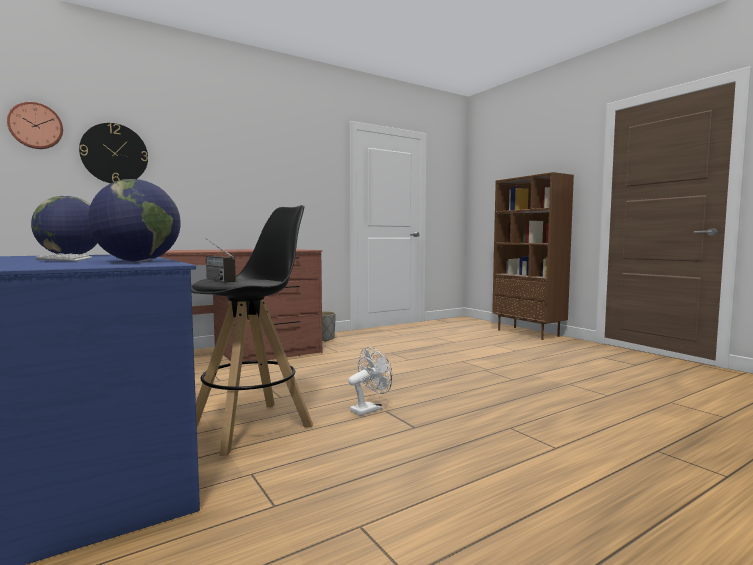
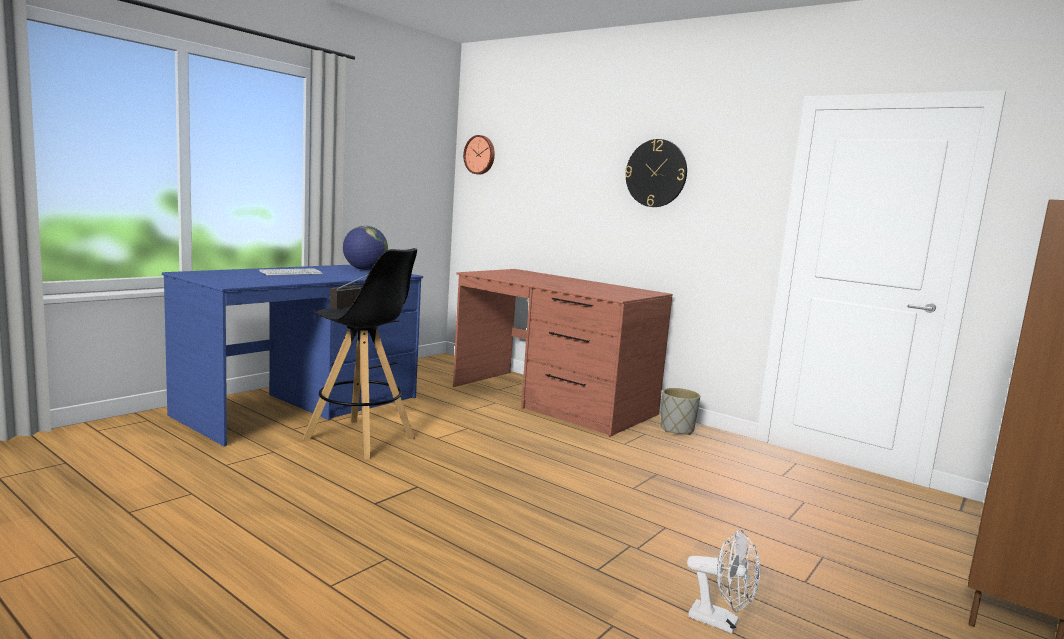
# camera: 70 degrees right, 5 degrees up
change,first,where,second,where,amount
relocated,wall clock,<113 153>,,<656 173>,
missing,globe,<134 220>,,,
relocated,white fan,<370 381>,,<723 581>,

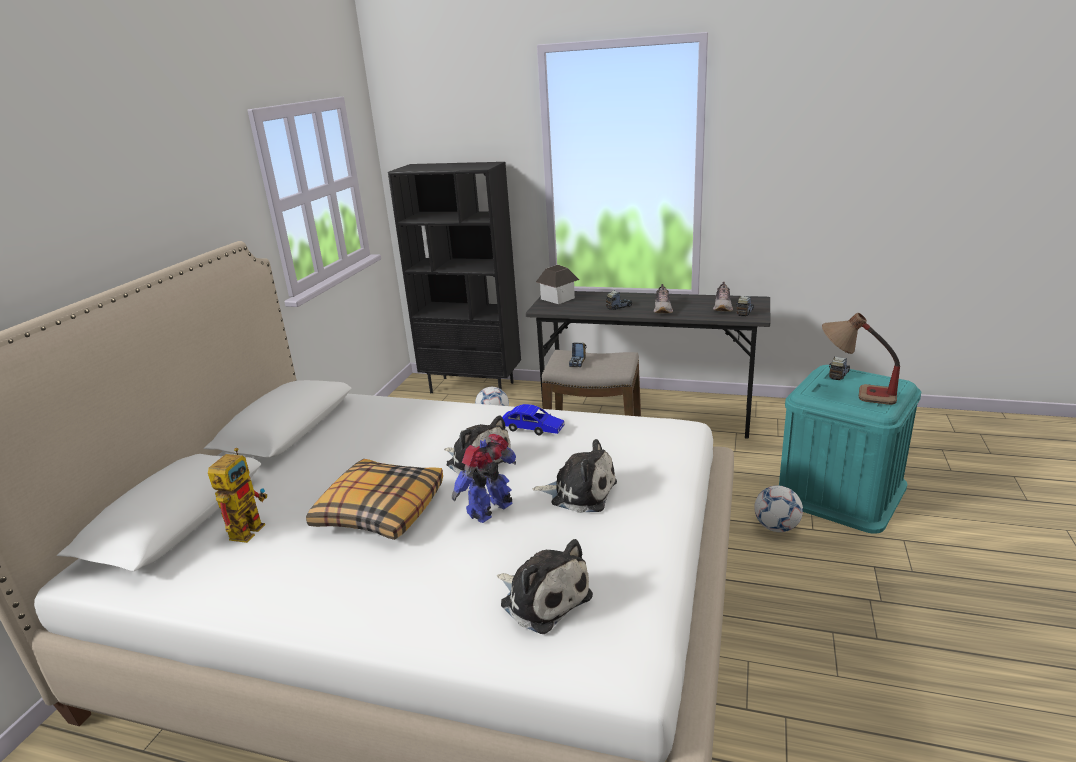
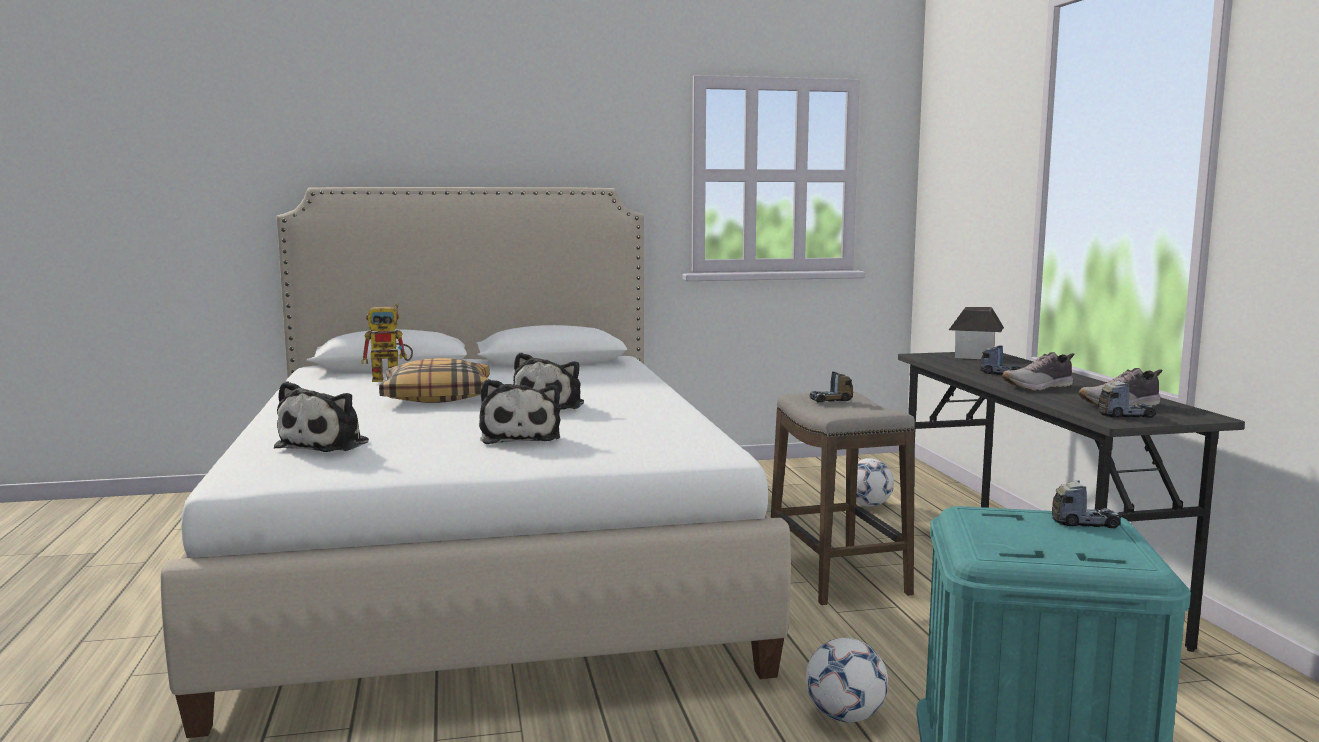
# camera: 60 degrees right, 15 degrees down
change,first,where,second,where,amount
missing,black bookcase,<454 277>,,,
missing,toy robot,<484 478>,,,
missing,blue toy car,<533 419>,,,
missing,table lamp,<861 359>,,,

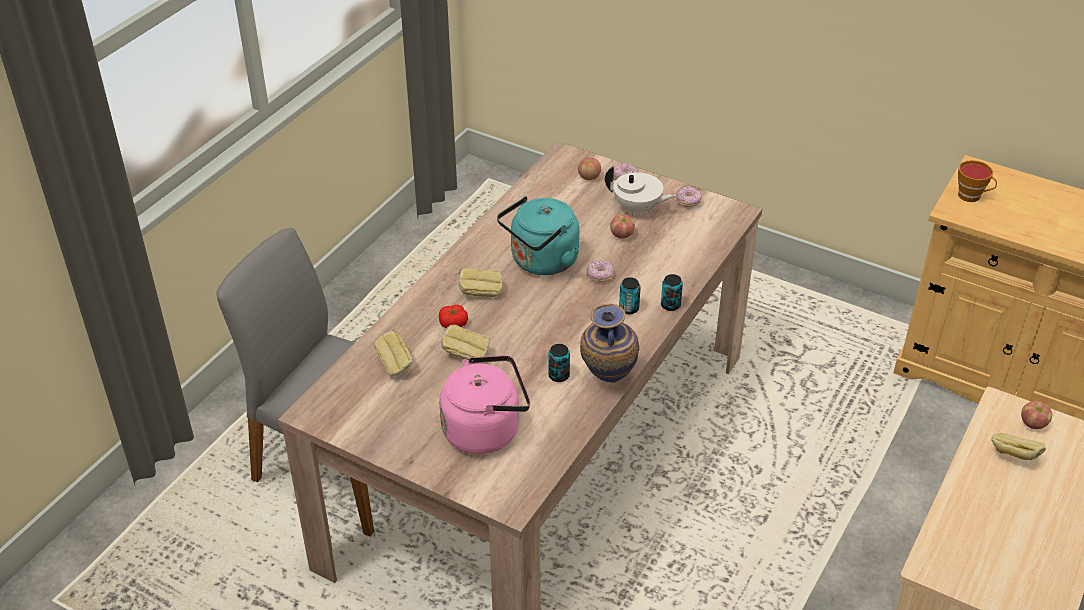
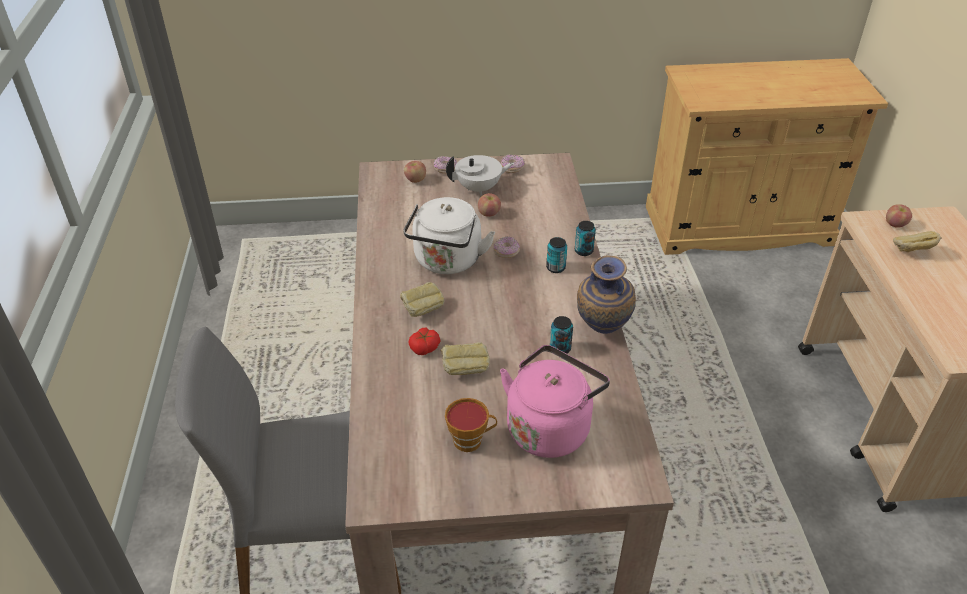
# camera: 35 degrees left, 0 degrees up
change,first,where,second,where,amount
missing,bread,<393 353>,,,
colour,turquoise kettle,<538 235>,white kettle,<449 235>,
relocated,cup,<977 181>,,<471 425>,

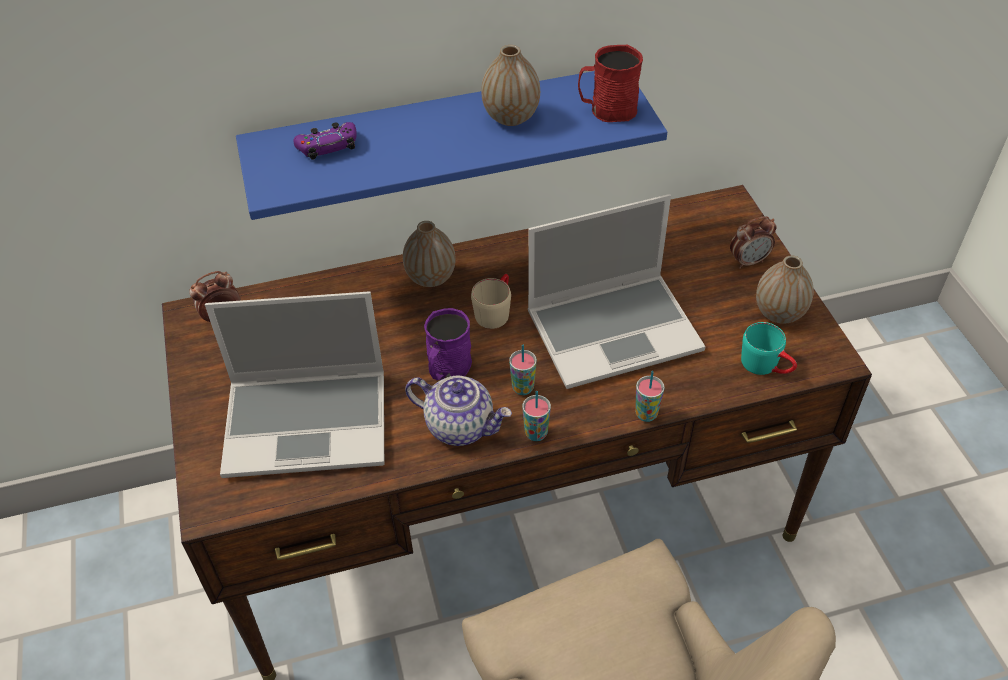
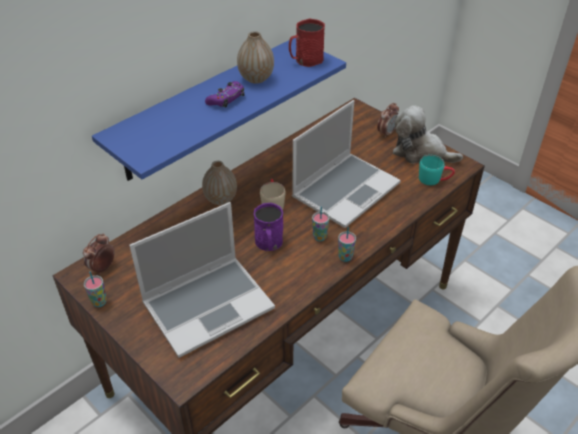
# camera: 30 degrees left, 5 degrees down
change,first,where,second,where,amount
relocated,purple game controller,<325 141>,,<225 94>,
missing,teapot,<458 411>,,,
relocated,cup,<650 396>,,<95 289>,
exchanged,vase,<785 289>,plush toy,<428 134>,

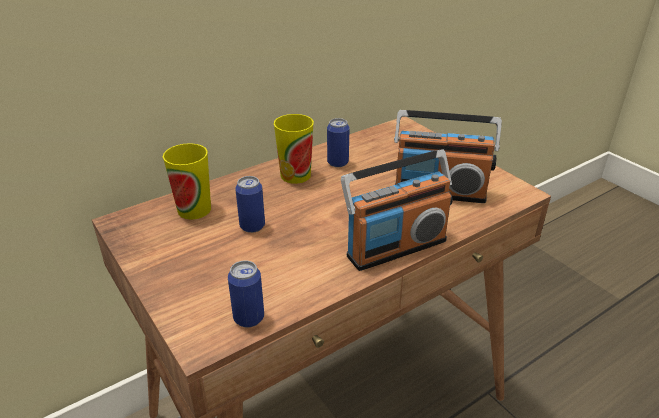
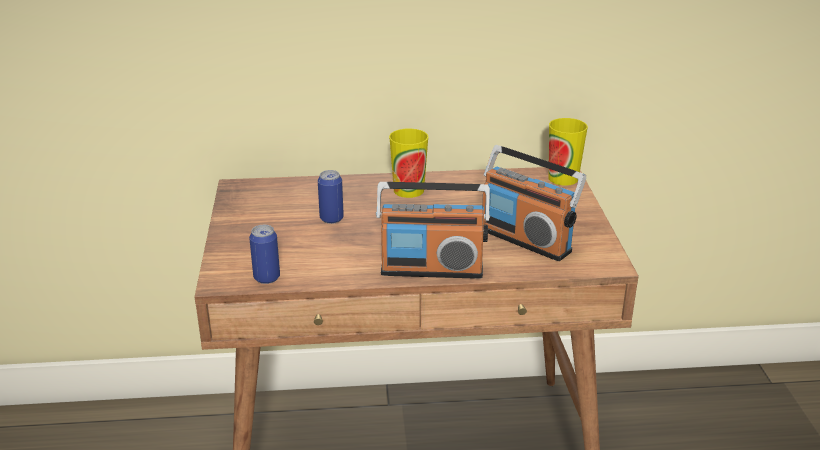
# camera: 30 degrees right, 5 degrees down
change,first,where,second,where,amount
relocated,cup,<187 181>,,<568 152>,
missing,can,<338 142>,,,

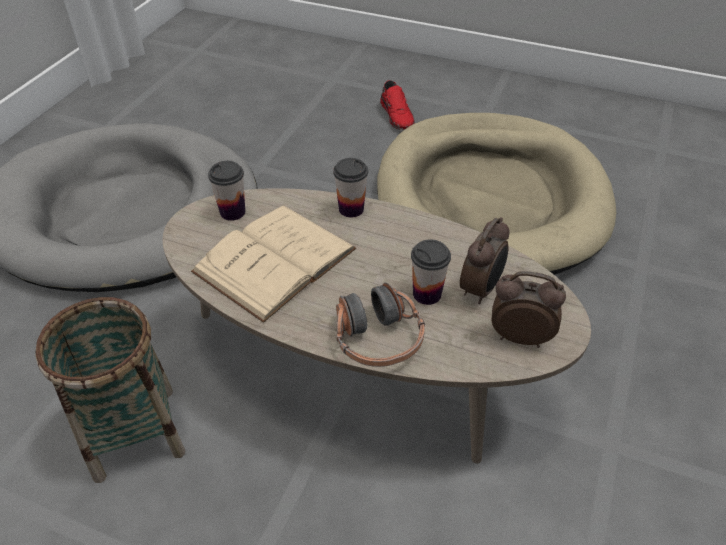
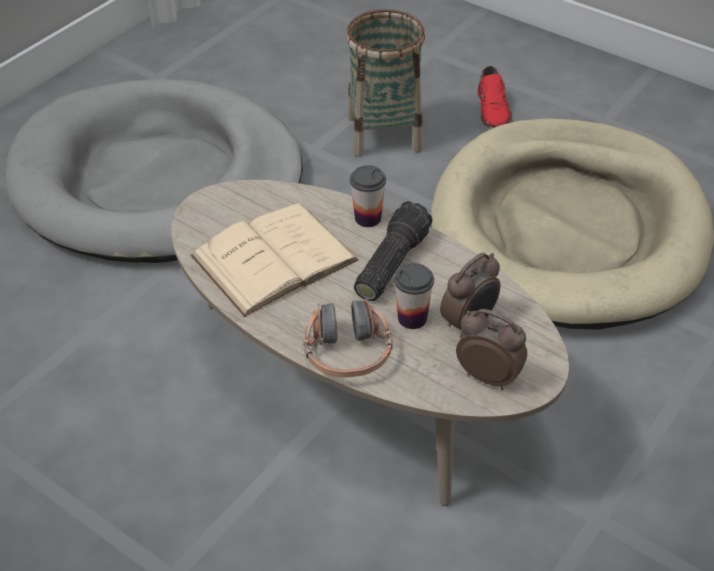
# camera: 15 degrees right, 0 degrees up
change,first,where,second,where,amount
relocated,basket,<110 390>,,<385 83>,
missing,cup,<226 191>,,,
appeared,,,flashlight,<393 251>,

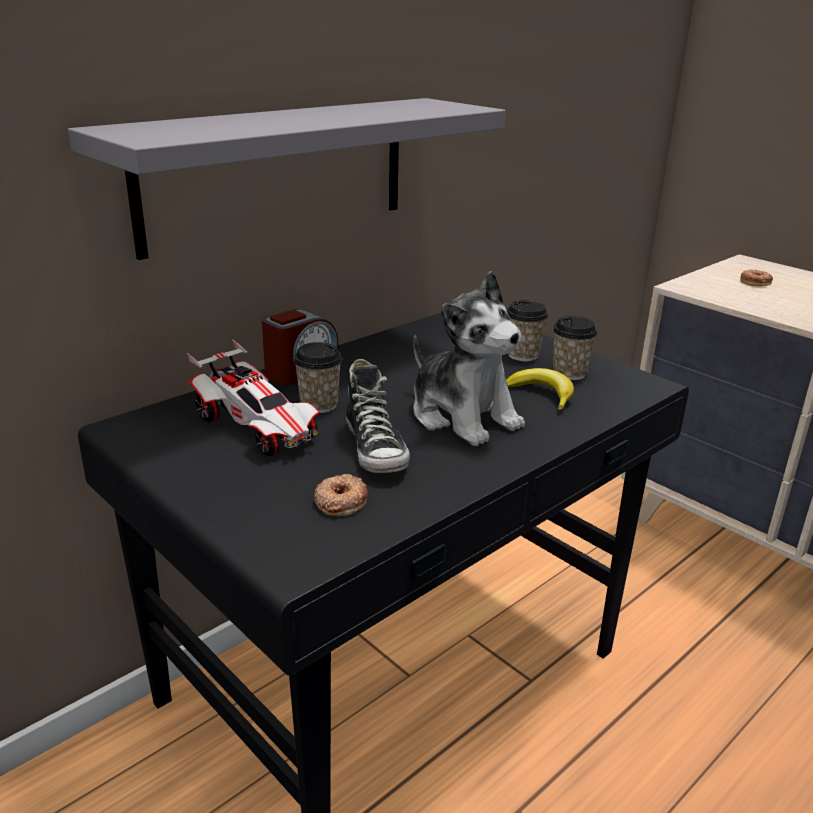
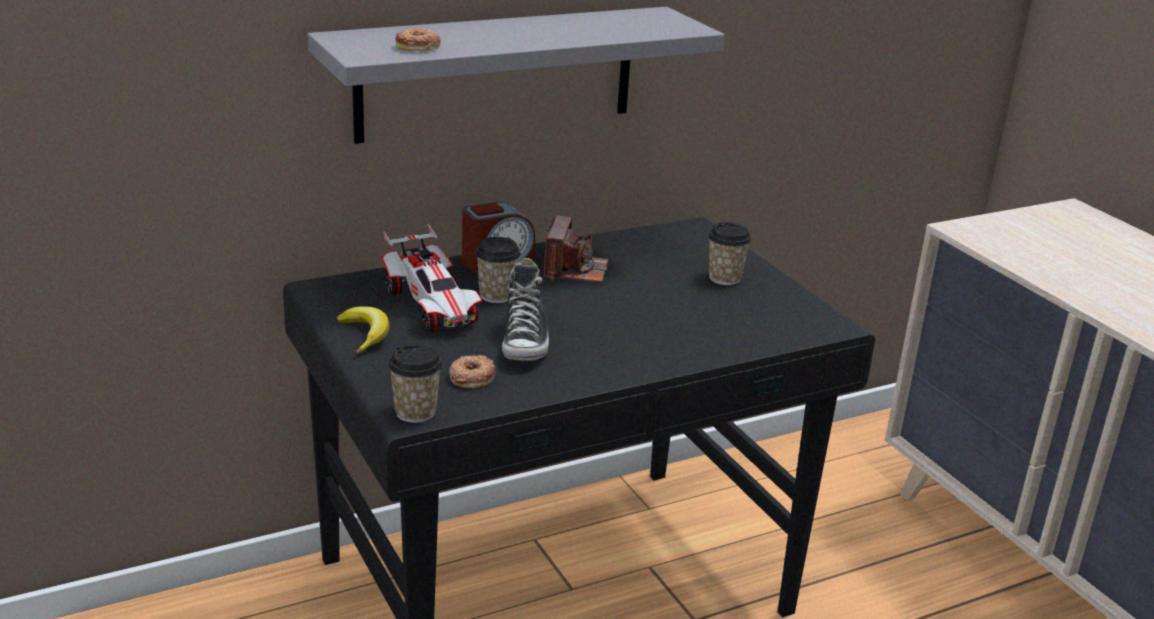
# camera: 15 degrees right, 0 degrees up
change,first,where,second,where,amount
missing,plush toy,<469 358>,,,
relocated,banana,<540 389>,,<363 329>,
relocated,cup,<575 348>,,<415 383>,
relocated,donut,<756 277>,,<418 39>,
appeared,,,photo camera,<576 248>,

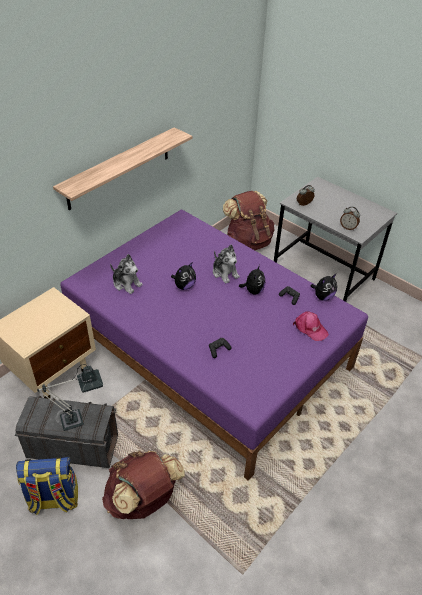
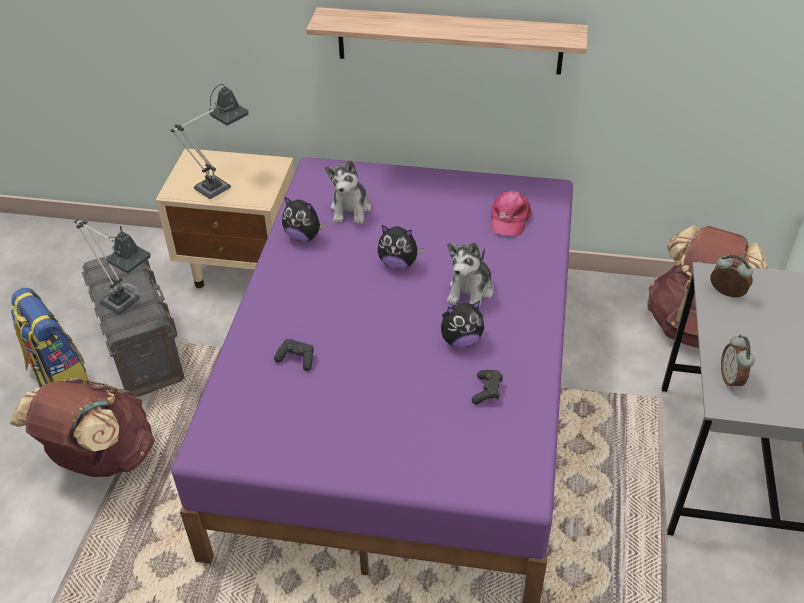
# camera: 60 degrees right, 0 degrees up
change,first,where,second,where,amount
relocated,pink cap,<311 326>,,<511 213>,
relocated,plush toy,<324 287>,,<304 219>,
appeared,,,table lamp,<210 141>,

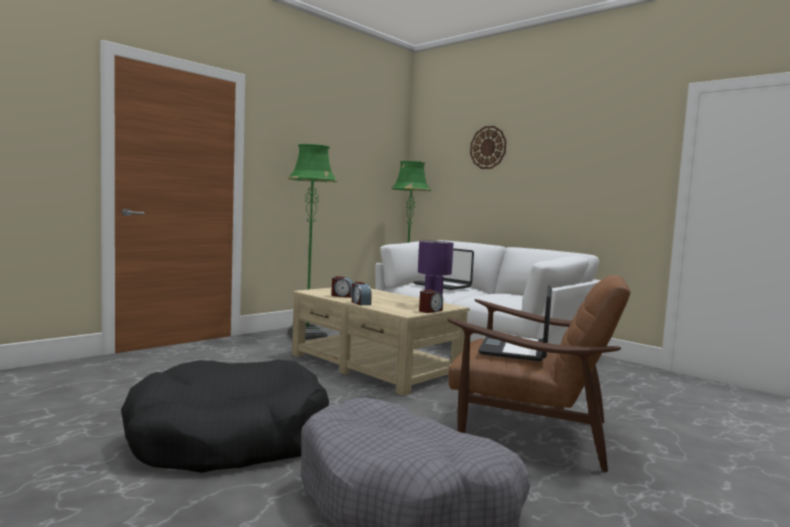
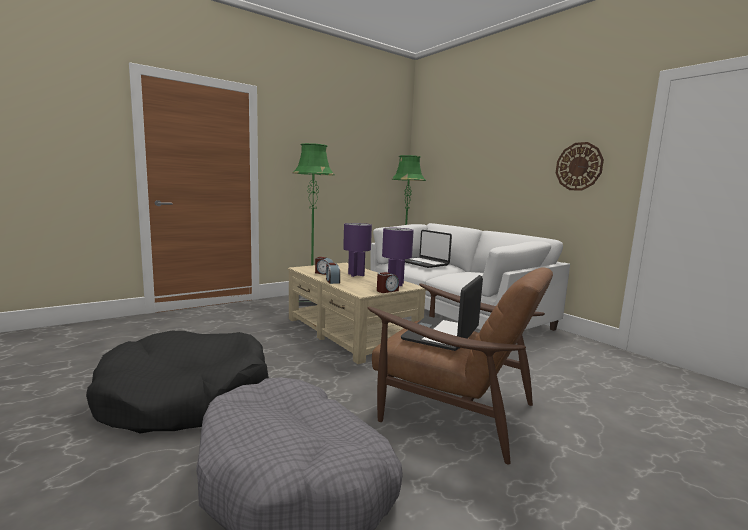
# camera: 10 degrees right, 5 degrees up
change,first,where,second,where,amount
relocated,wall clock,<488 147>,,<580 166>,
appeared,,,purple table lamp,<357 250>,

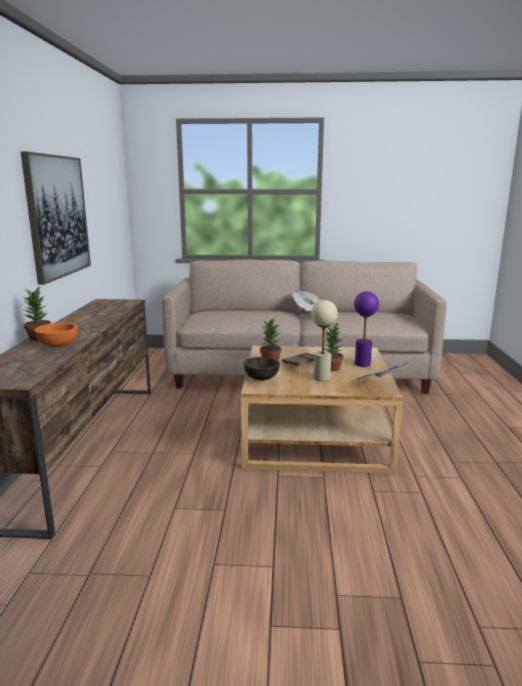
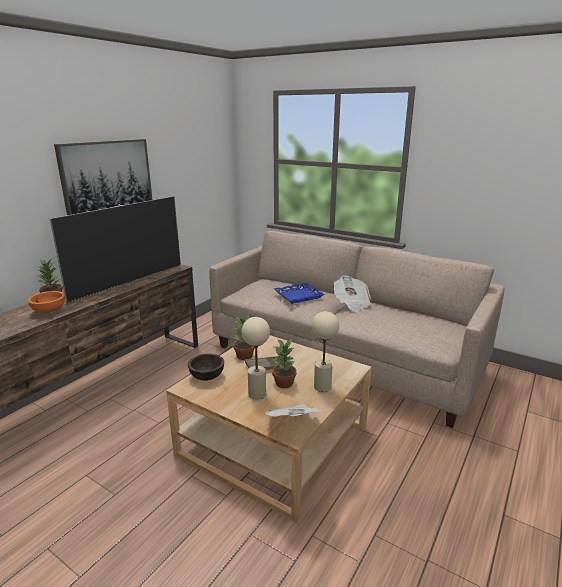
# camera: 30 degrees right, 5 degrees up
change,first,where,second,where,amount
colour,purple table lamp,<366 329>,beige table lamp,<325 351>,
appeared,,,television,<115 249>,
appeared,,,blue tray,<299 293>,

